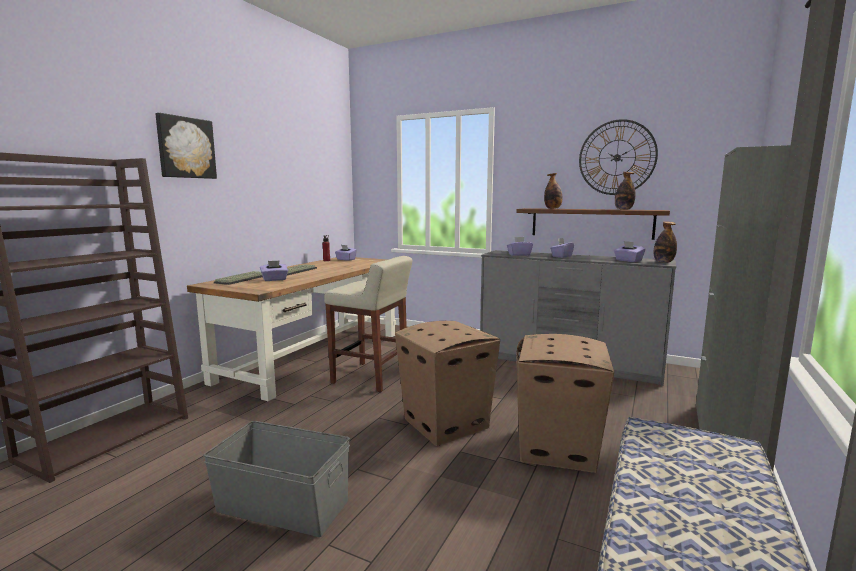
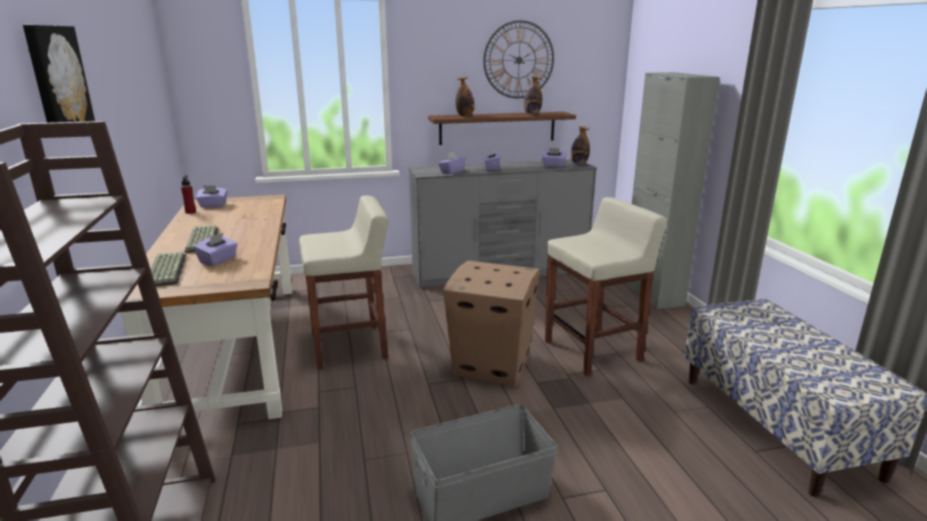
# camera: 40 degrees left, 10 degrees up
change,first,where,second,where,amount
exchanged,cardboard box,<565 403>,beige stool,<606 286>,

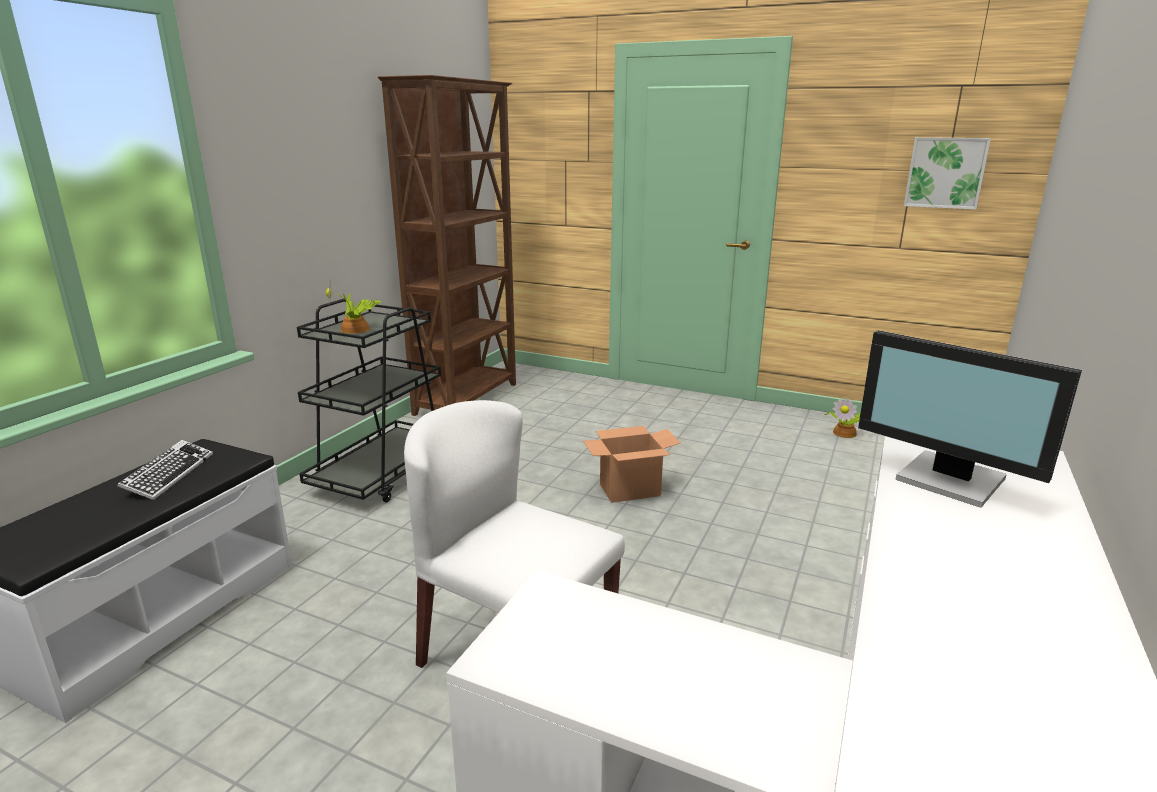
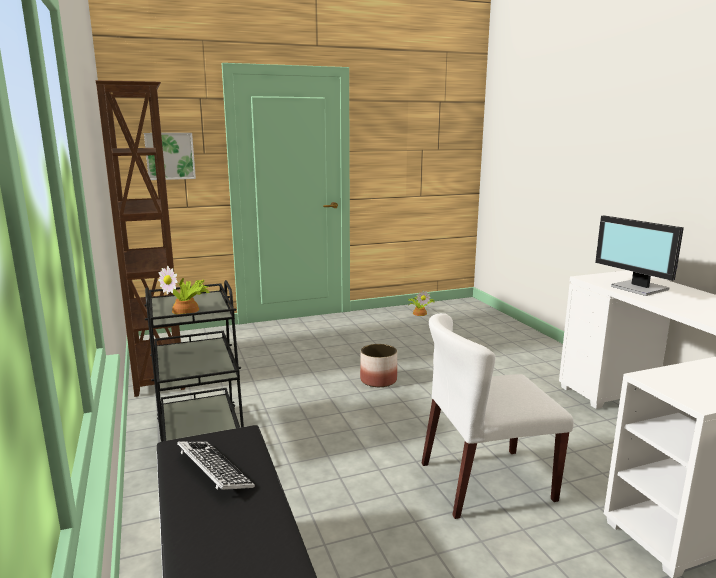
# camera: 45 degrees left, 5 degrees down
change,first,where,second,where,amount
exchanged,cardboard box,<631 464>,planter,<378 365>,
spun,monitor,<970 419>,,<639 255>,60 degrees clockwise
relocated,picture,<947 173>,,<170 156>,

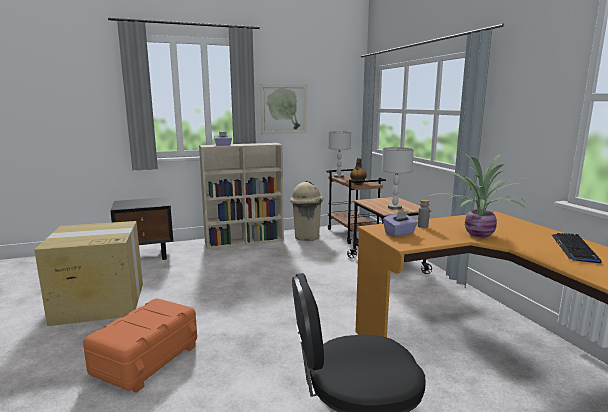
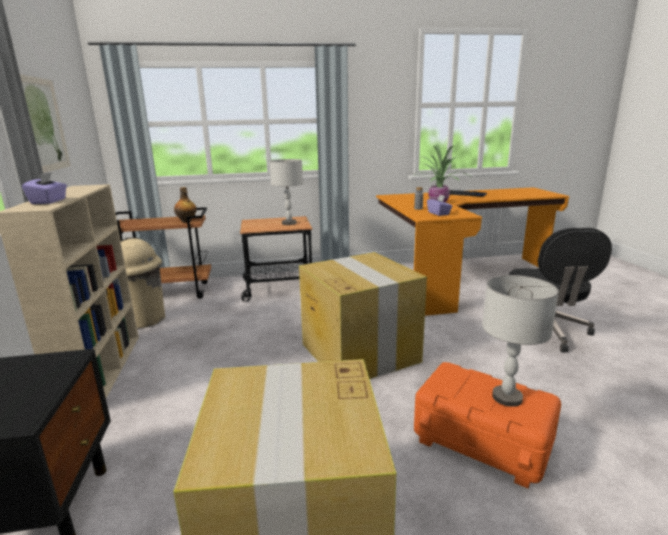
# camera: 80 degrees left, 5 degrees up
change,first,where,second,where,amount
relocated,grey table lamp,<339 154>,,<520 341>,
appeared,,,cardboard box,<363 315>,

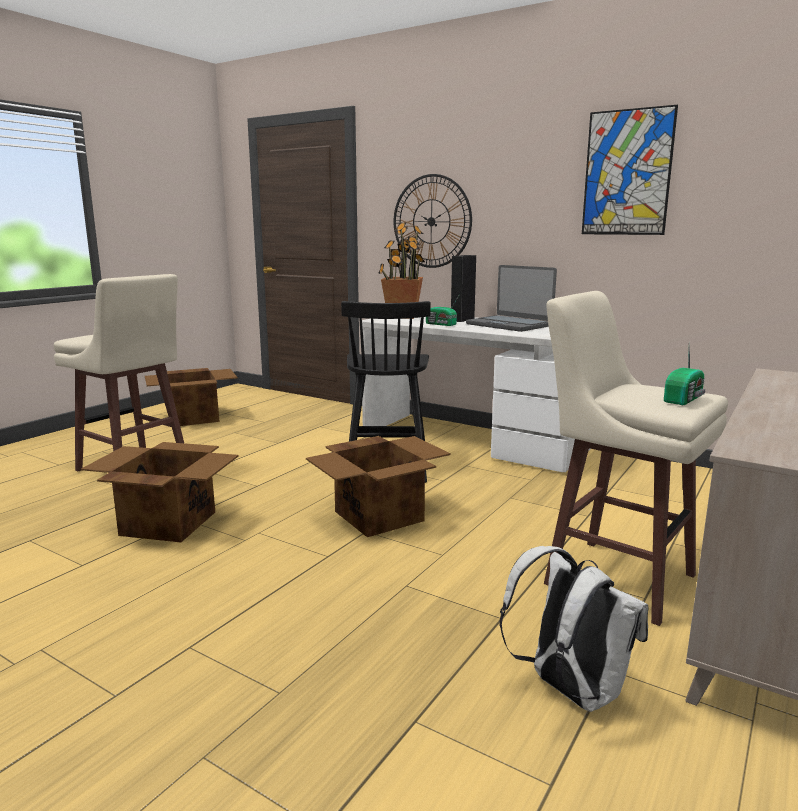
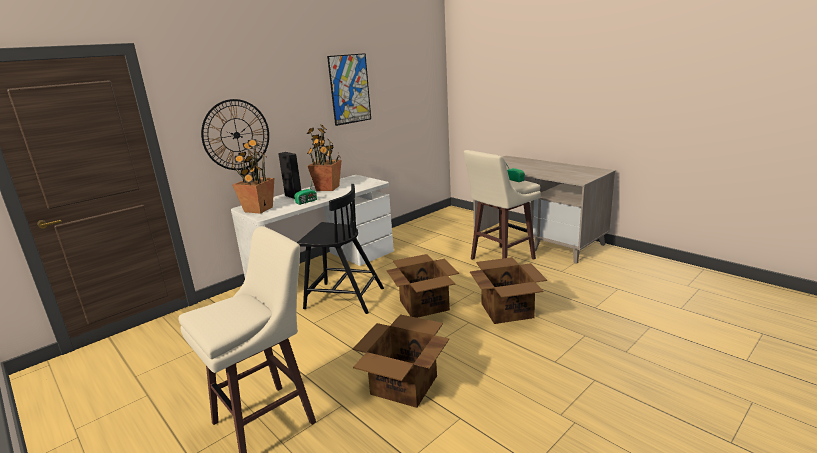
# camera: 75 degrees left, 5 degrees up
change,first,where,second,where,amount
relocated,cardboard box,<191 397>,,<508 290>,
exchanged,laptop,<511 298>,potted plant,<324 158>,
missing,white backpack,<573 629>,,,

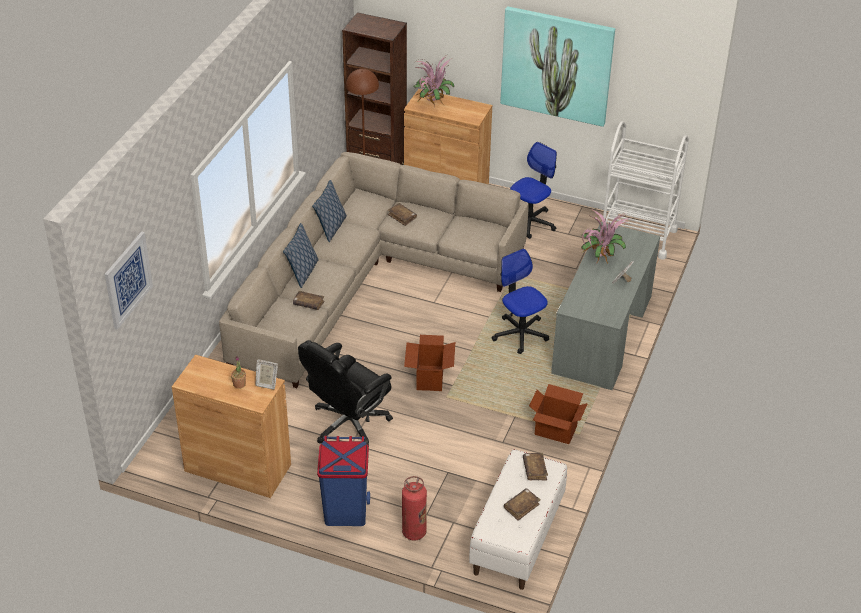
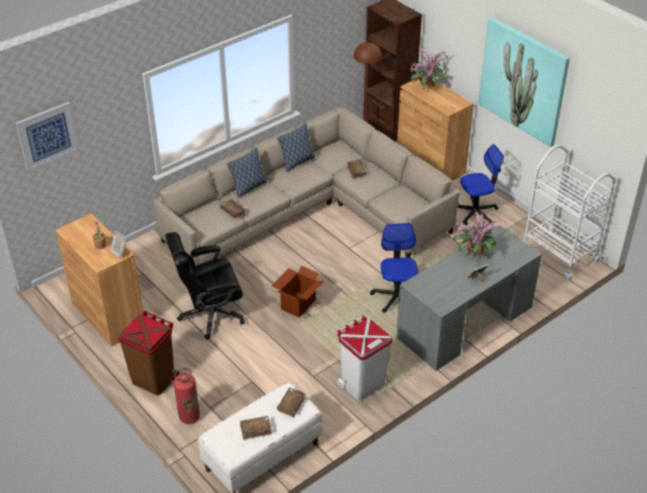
# camera: 30 degrees right, 0 degrees up
change,first,where,second,where,amount
colour,blue trash can,<343 481>,brown trash can,<148 353>,
exchanged,cardboard box,<558 414>,white trash can,<365 358>,

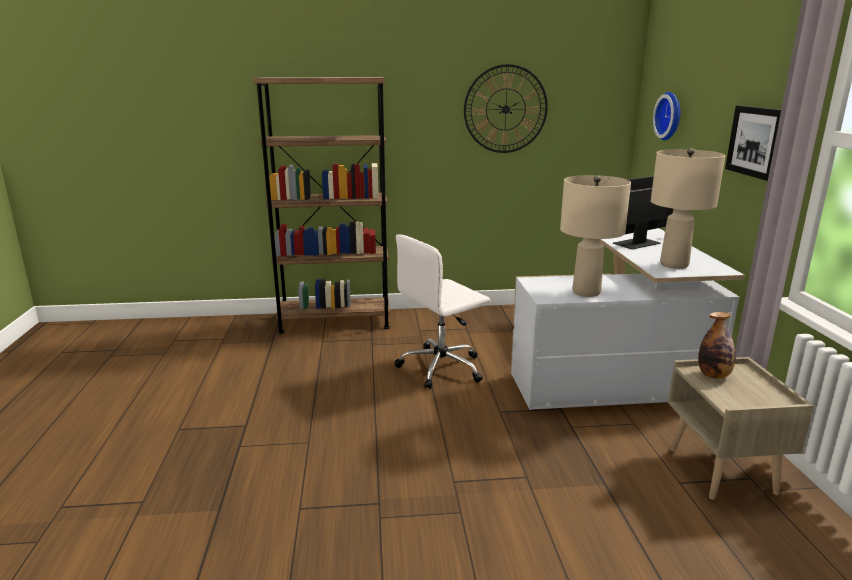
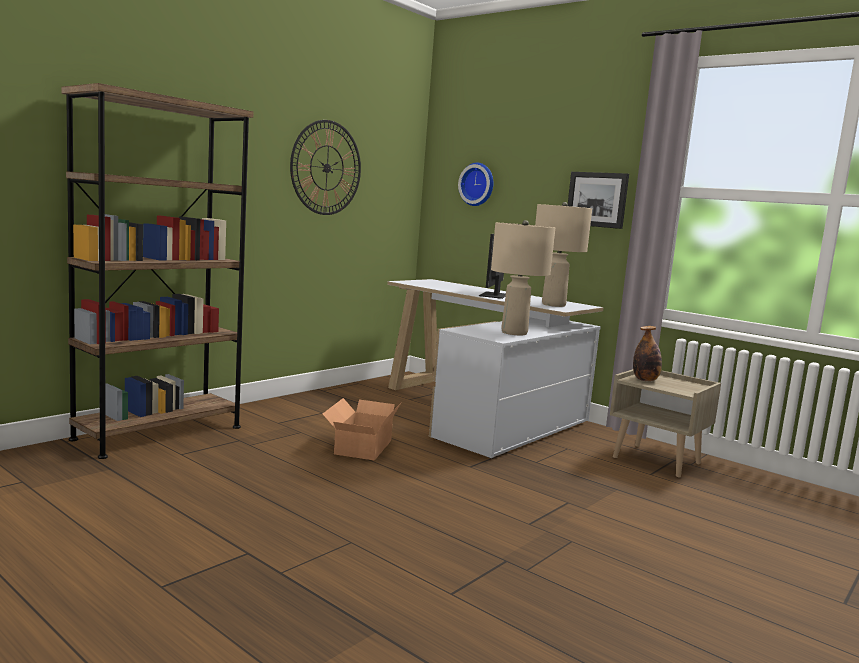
# camera: 45 degrees left, 10 degrees down
change,first,where,second,where,amount
exchanged,white office chair,<443 311>,cardboard box,<362 429>,

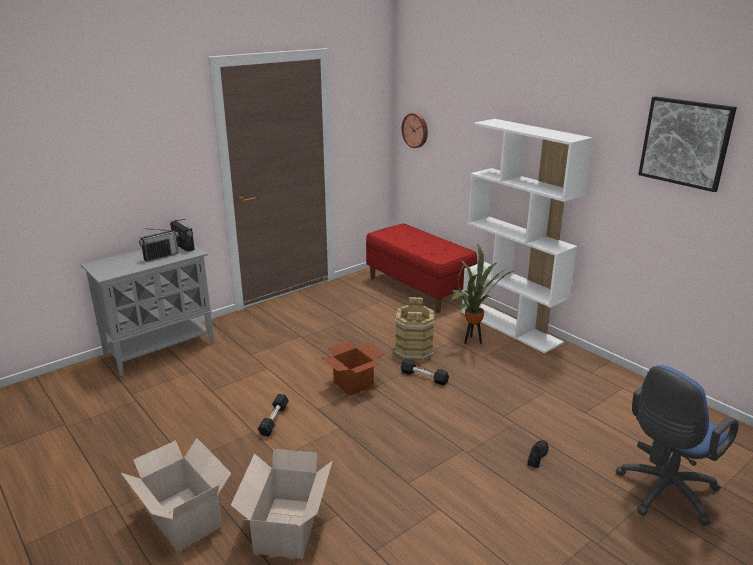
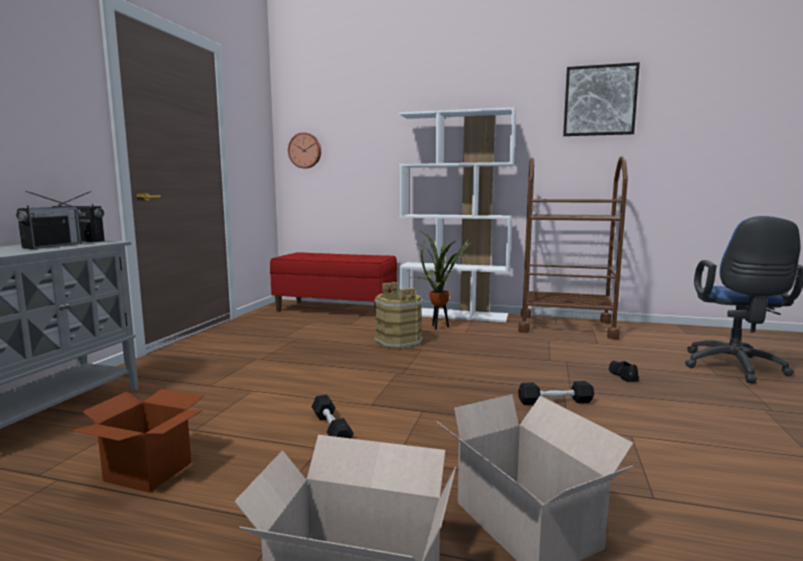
# camera: 35 degrees left, 15 degrees down
change,first,where,second,where,amount
relocated,cardboard box,<353 368>,,<137 441>,
relocated,black dumbbell,<425 372>,,<556 393>,
appeared,,,brown cart,<573 247>,

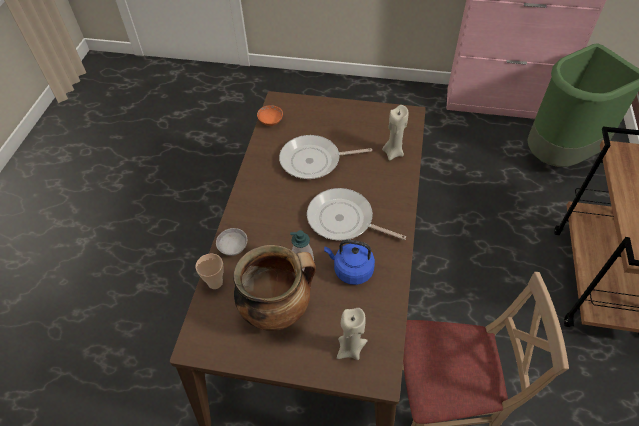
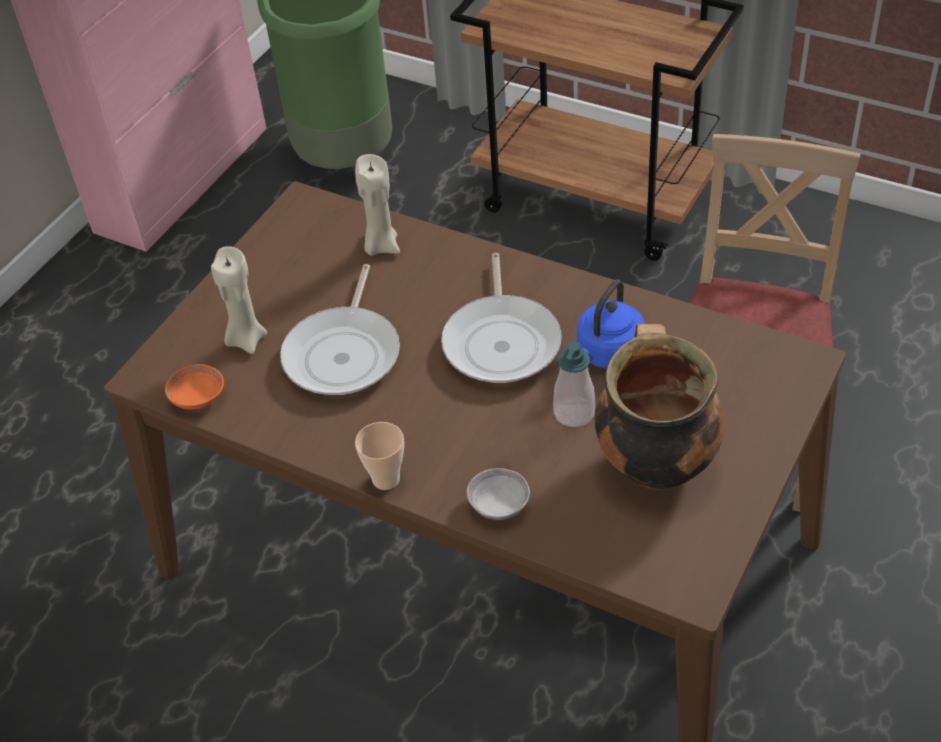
# camera: 70 degrees left, 5 degrees down
change,first,where,second,where,amount
relocated,cup,<210 271>,,<379 456>,
spun,frying pan,<356 214>,,<501 318>,45 degrees counterclockwise
relocated,beige candle,<352 334>,,<239 300>,

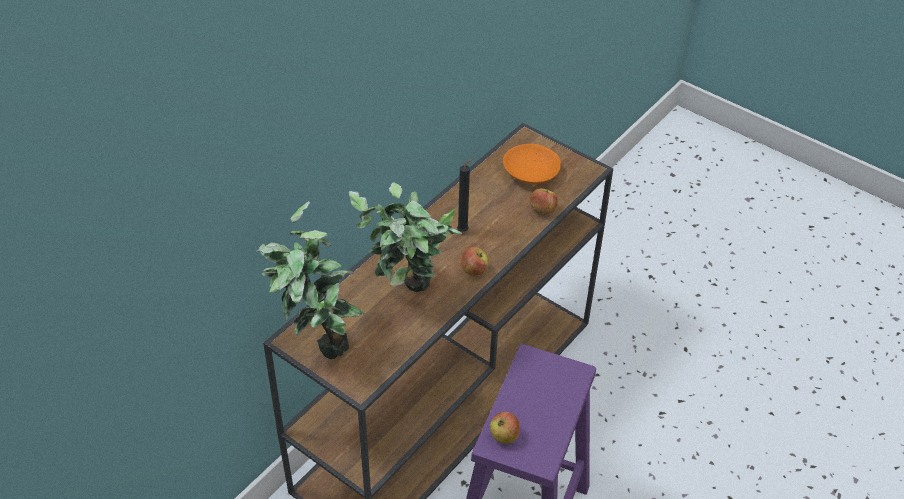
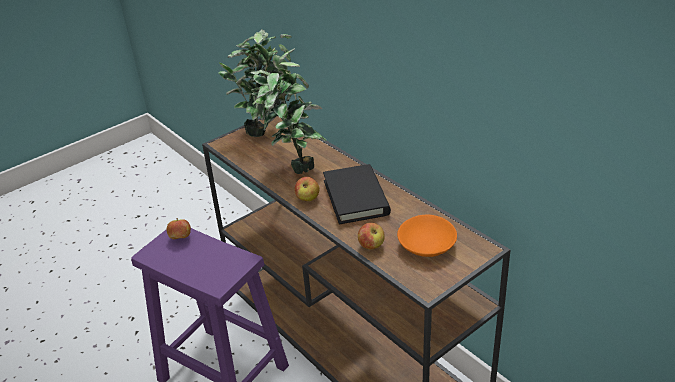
# camera: 105 degrees right, 10 degrees down
change,first,where,second,where,amount
exchanged,black candle,<465 194>,black book,<357 194>,

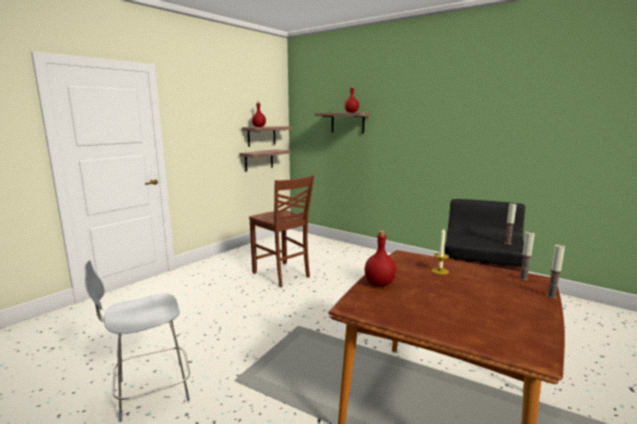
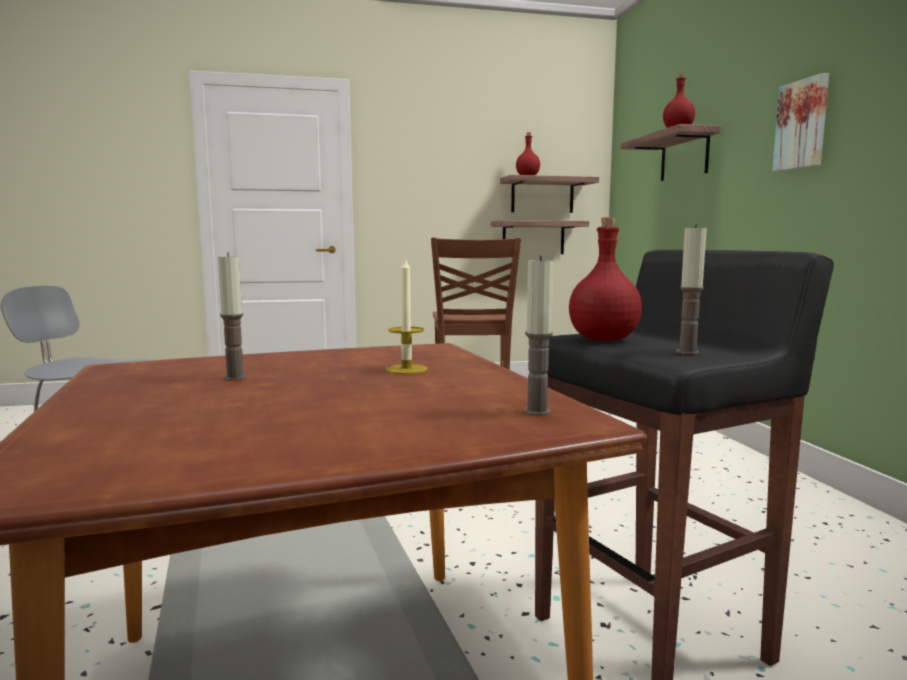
# camera: 40 degrees right, 5 degrees down
change,first,where,second,where,amount
relocated,red bottle,<380 258>,,<605 279>,
relocated,candle,<555 271>,,<232 316>,
appeared,,,picture,<800 122>,

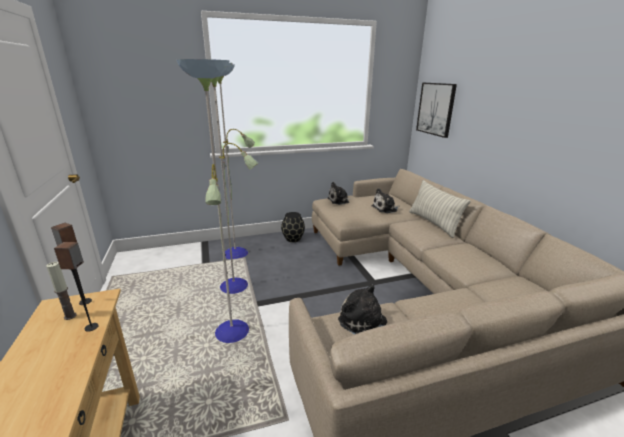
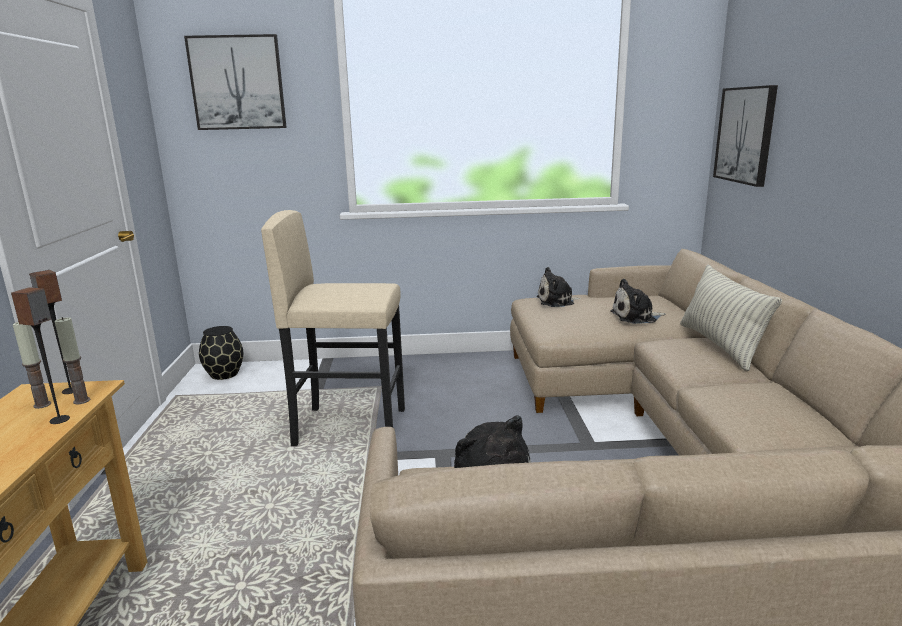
# camera: 15 degrees right, 5 degrees down
change,first,where,second,where,amount
exchanged,floor lamp,<217 201>,beige stool,<333 328>,
relocated,black vase,<293 227>,,<221 353>,
appeared,,,candle,<72 360>,
appeared,,,picture,<235 82>,

